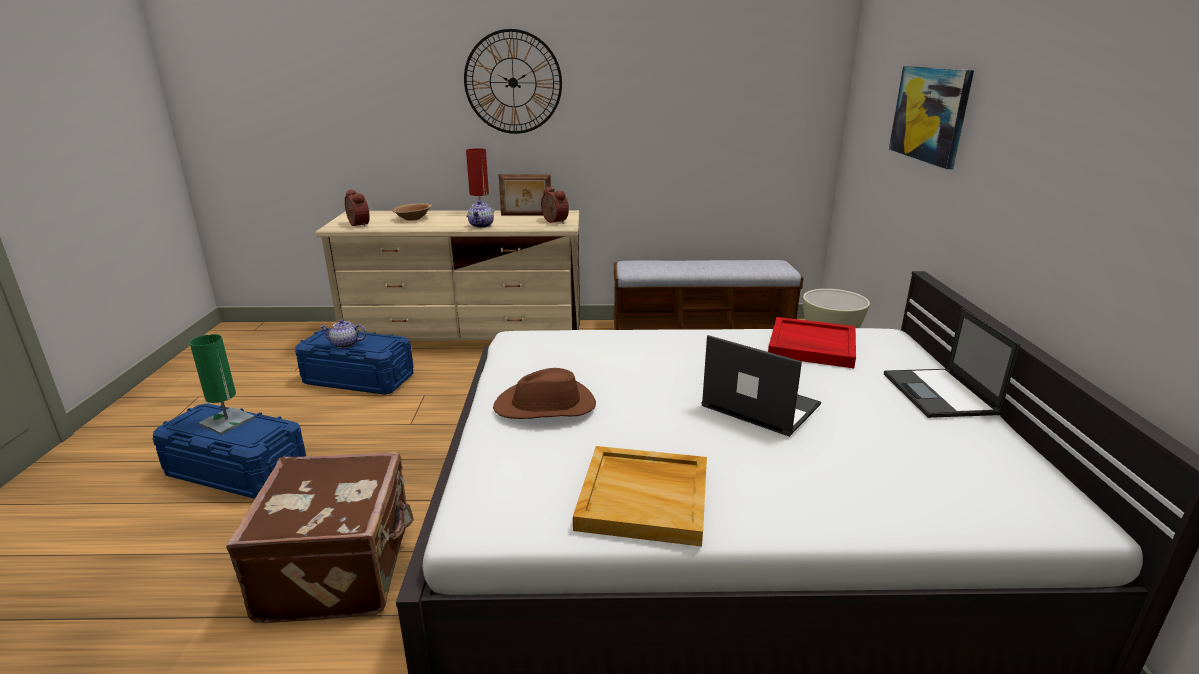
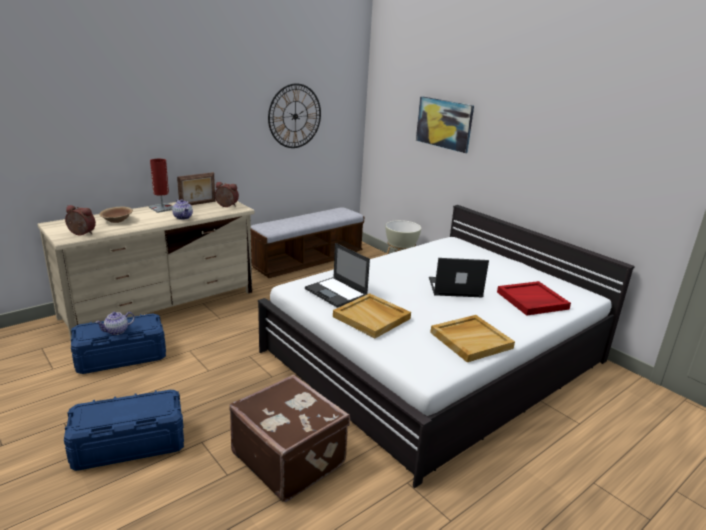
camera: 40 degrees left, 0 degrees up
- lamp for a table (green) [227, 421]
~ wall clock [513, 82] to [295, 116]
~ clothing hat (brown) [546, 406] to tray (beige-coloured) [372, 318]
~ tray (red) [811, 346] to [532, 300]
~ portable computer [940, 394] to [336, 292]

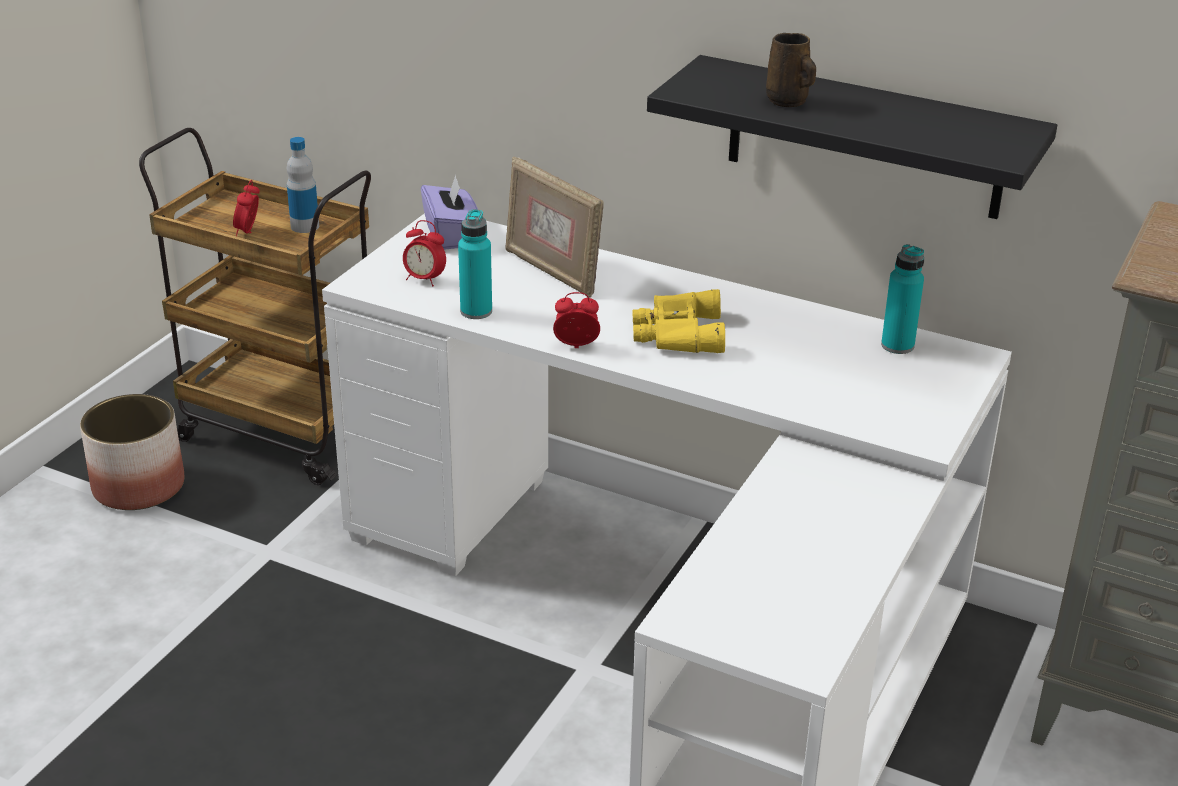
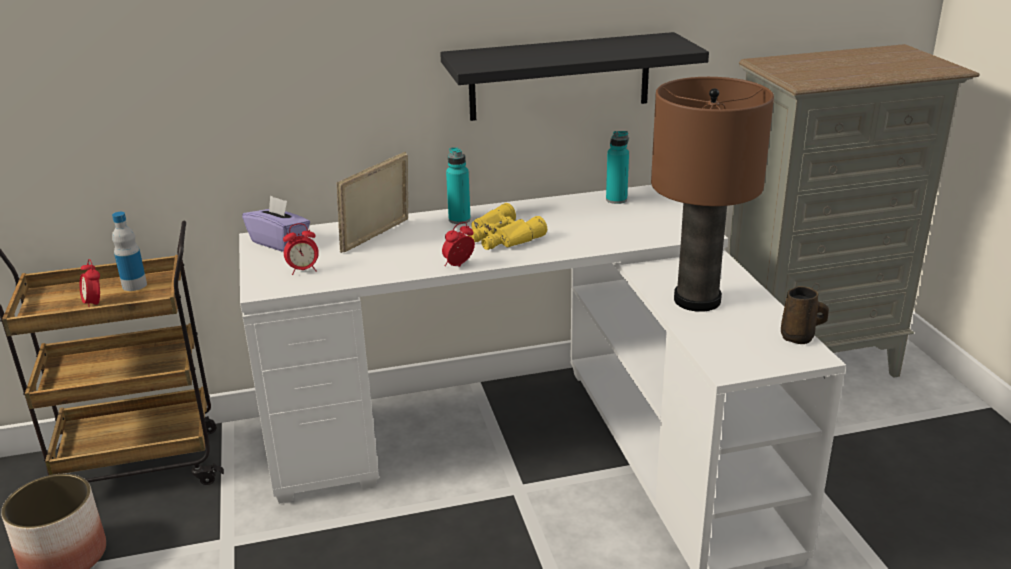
camera: 40 degrees left, 5 degrees down
~ bottle (blue-green) [476, 311] to [459, 220]
~ picture frame [552, 272] = [377, 236] 120 degrees clockwise
~ mug (brown) [788, 102] to [799, 337]
+ lamp for a table (brown) [698, 300]

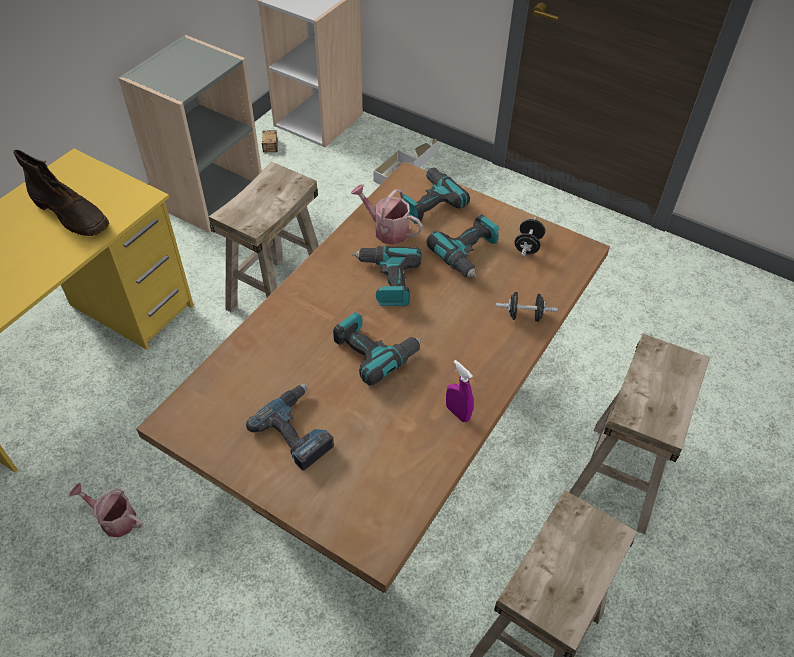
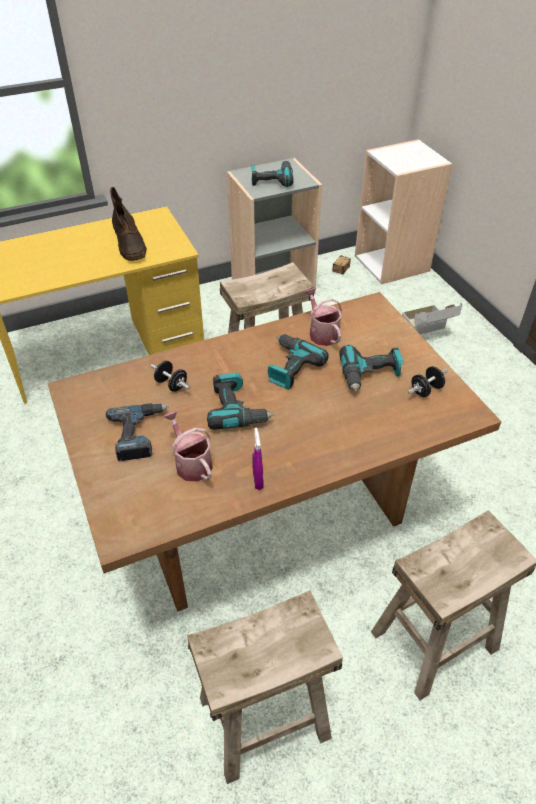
camera: 35 degrees right, 5 degrees down
~ watering pot [114, 519] to [191, 463]
~ electric drill [428, 202] to [272, 179]
~ hand weight (black-coloured) [524, 316] to [171, 384]

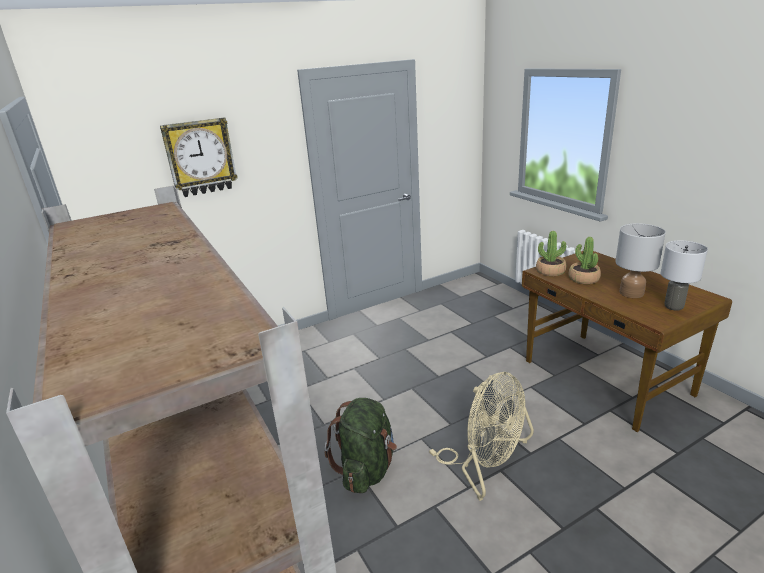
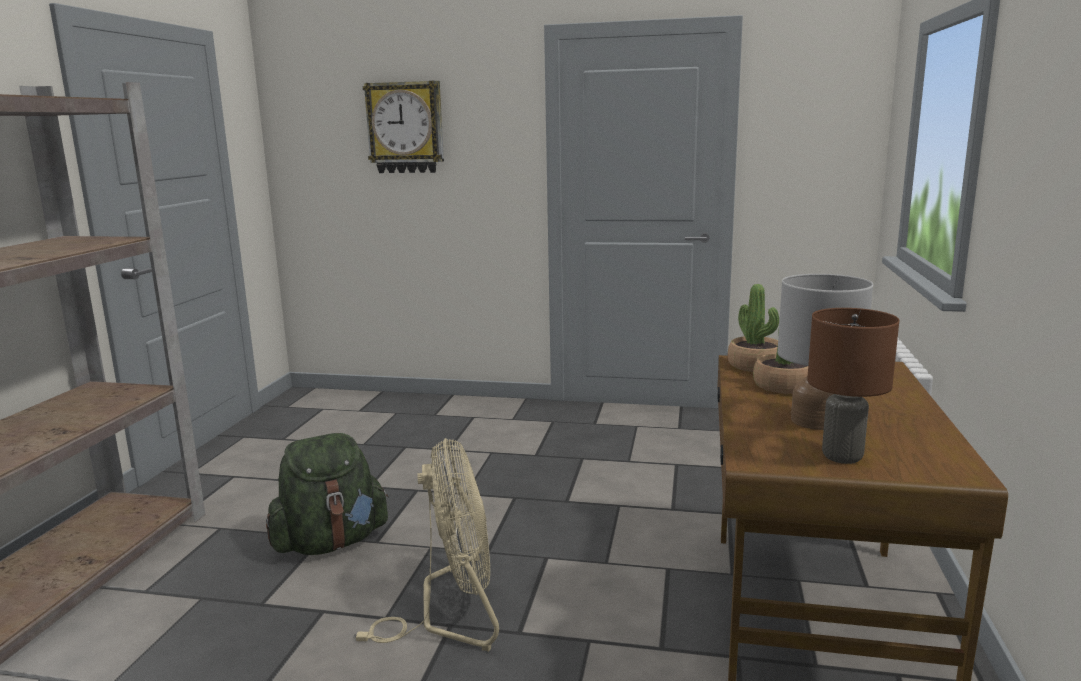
camera: 40 degrees right, 10 degrees down
~ fan (beige-coloured) [485, 462] = [449, 607] 90 degrees counterclockwise
~ lamp for a table (white) [674, 307] to lamp for a table (brown) [842, 458]

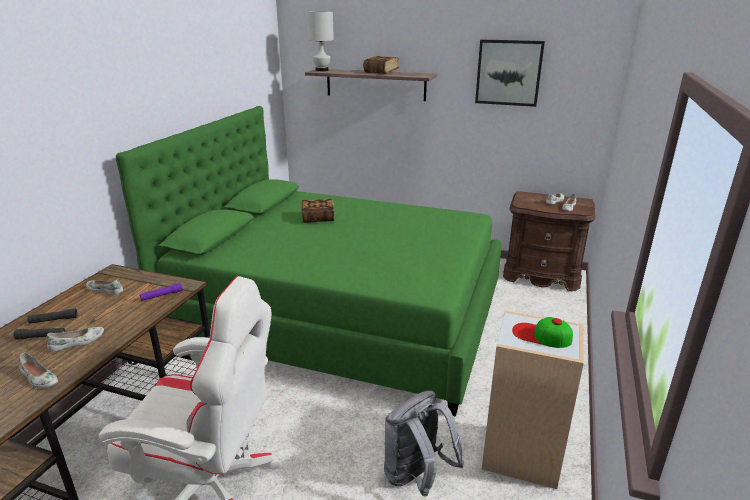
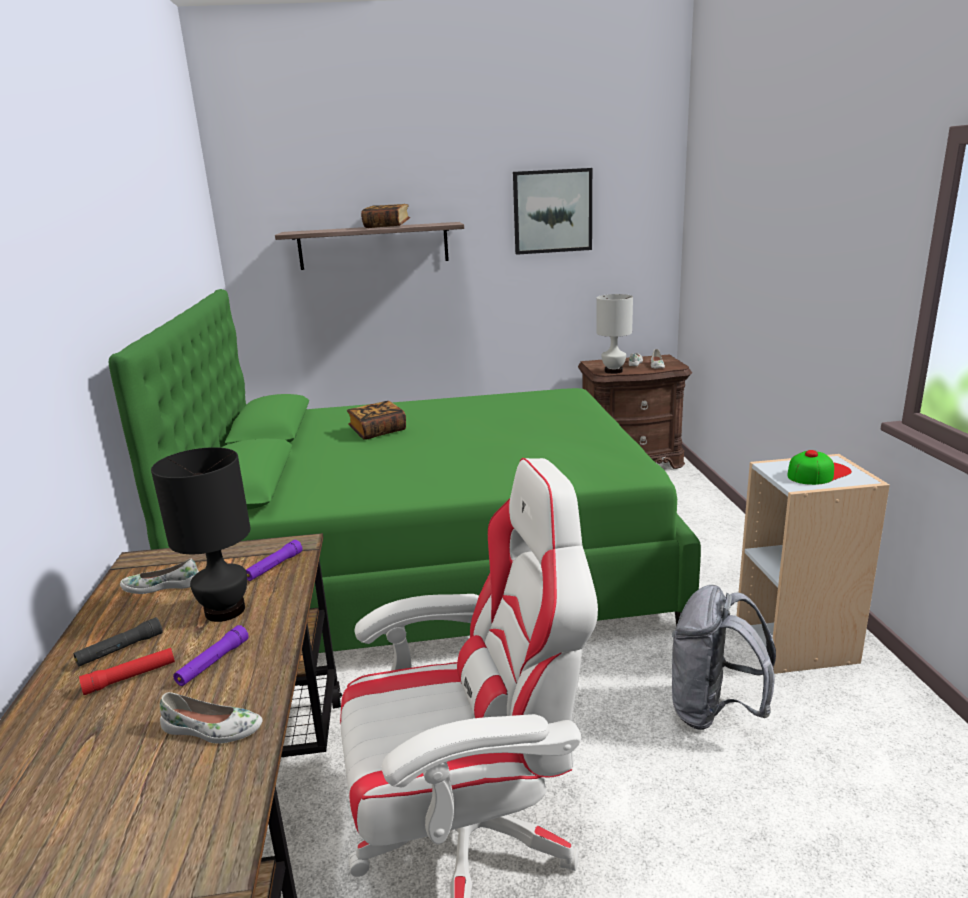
camera: 25 degrees left, 5 degrees down
~ flashlight (black-coloured) [41, 337] to flashlight (red) [130, 677]
~ shoe (white) [77, 342] to flashlight (purplish) [213, 662]
~ lamp for a table (white) [321, 70] to [613, 371]
~ baseball cap [541, 335] = [818, 473] 150 degrees clockwise
+ lamp for a table (black-coloured) [224, 611]

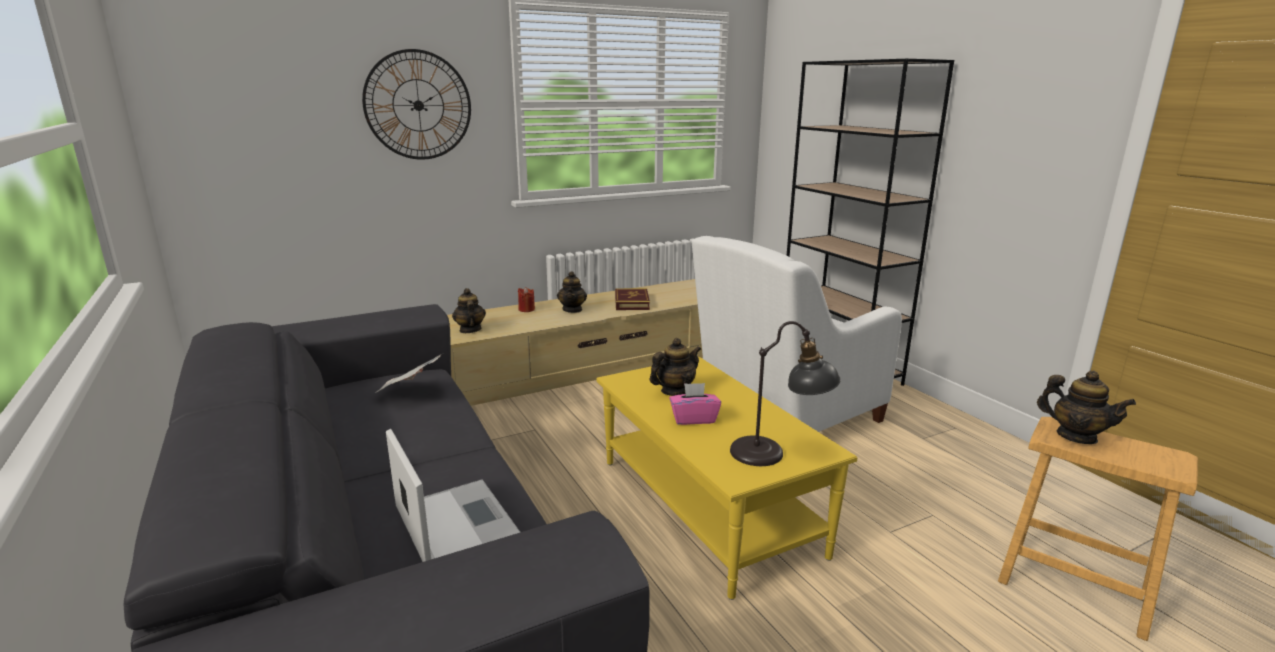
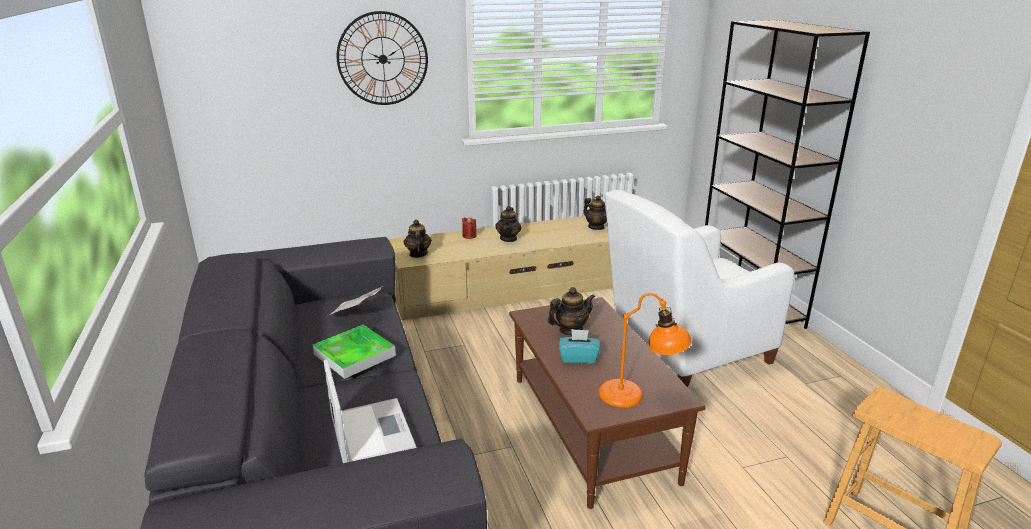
camera: 10 degrees right, 5 degrees up
~ lounge table (yellow-coloured) [706, 505] to lounge table (brown) [590, 427]
- volume [631, 302]
~ tissue box (pink) [693, 419] to tissue box (blue-green) [578, 358]
~ lamp for a table (grey) [779, 451] to lamp for a table (orange) [640, 394]
~ pot for tea [1076, 436] to [596, 227]
+ tray [354, 355]

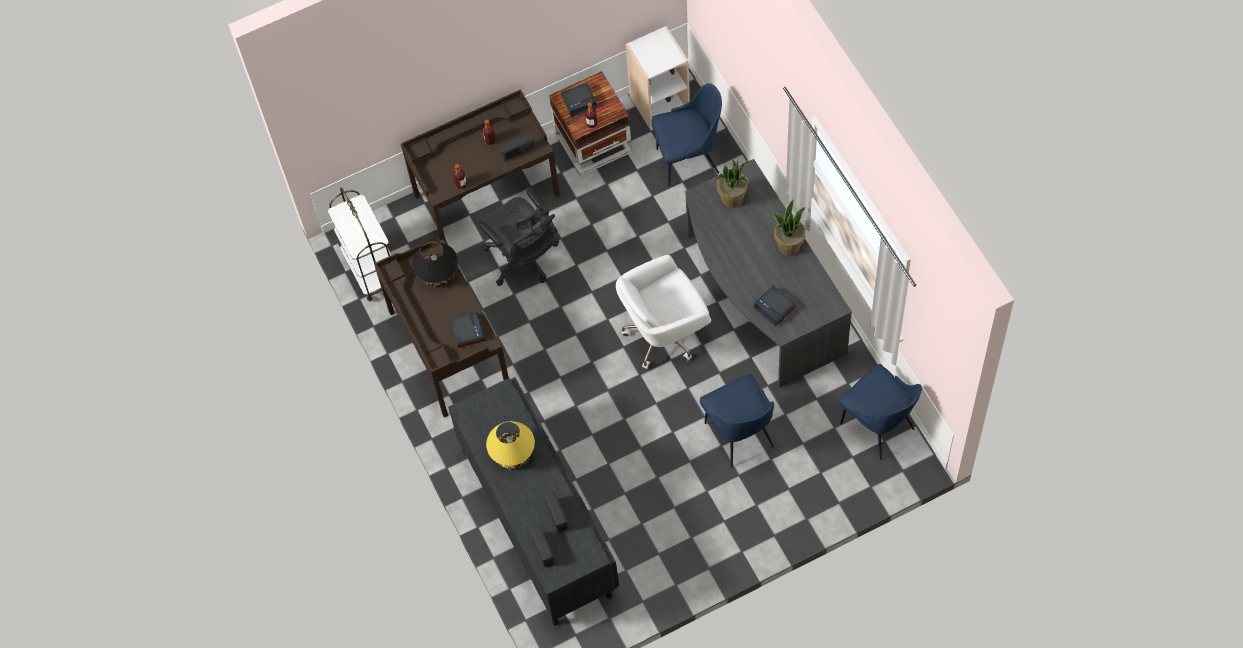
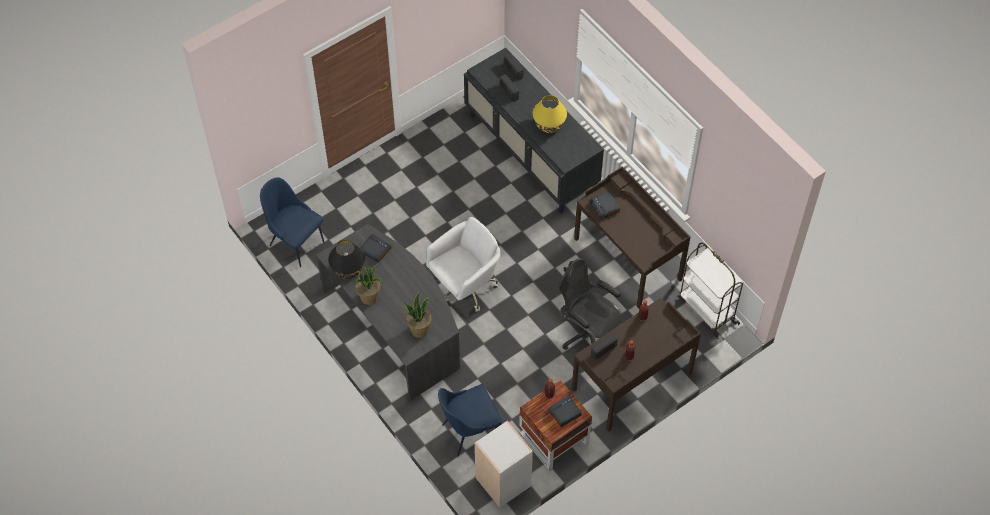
camera: 165 degrees right, 5 degrees down
~ lamp for a table (black-coloured) [437, 274] to [348, 269]
- chair (blue) [740, 435]

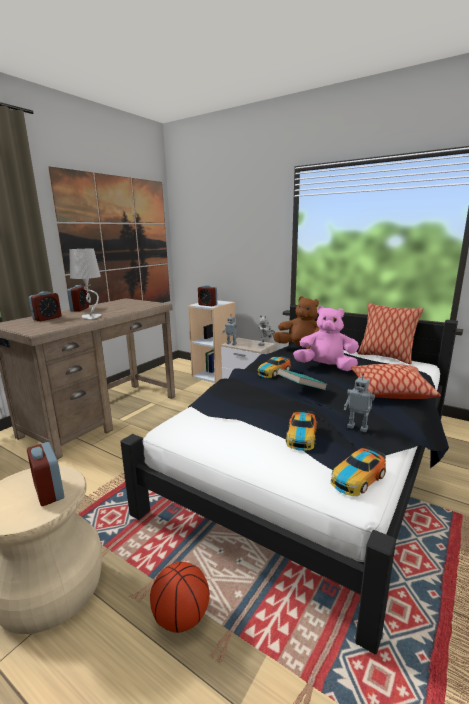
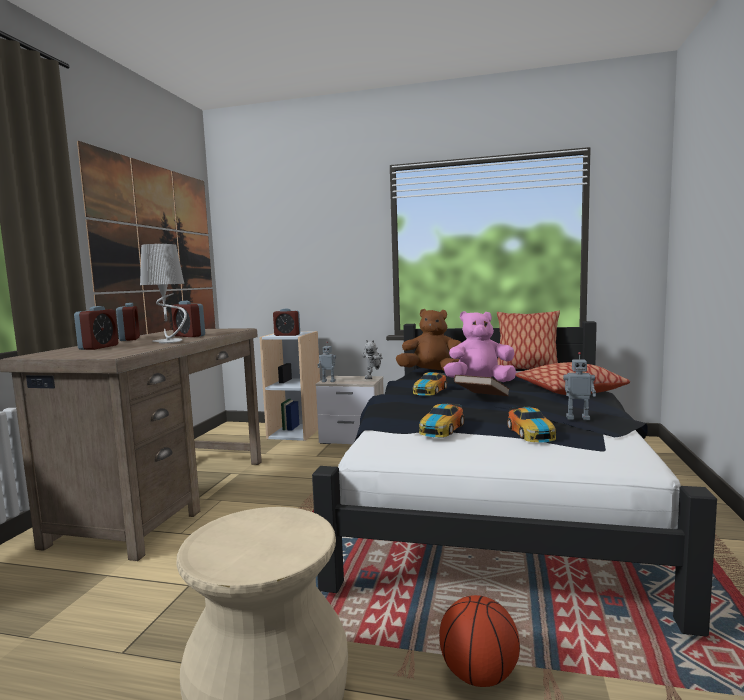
camera: 20 degrees left, 10 degrees down
~ bedside clock [49, 491] to [189, 336]
~ volume (blue-green) [301, 389] to volume (brown) [482, 398]
~ toy car [357, 478] to [441, 428]

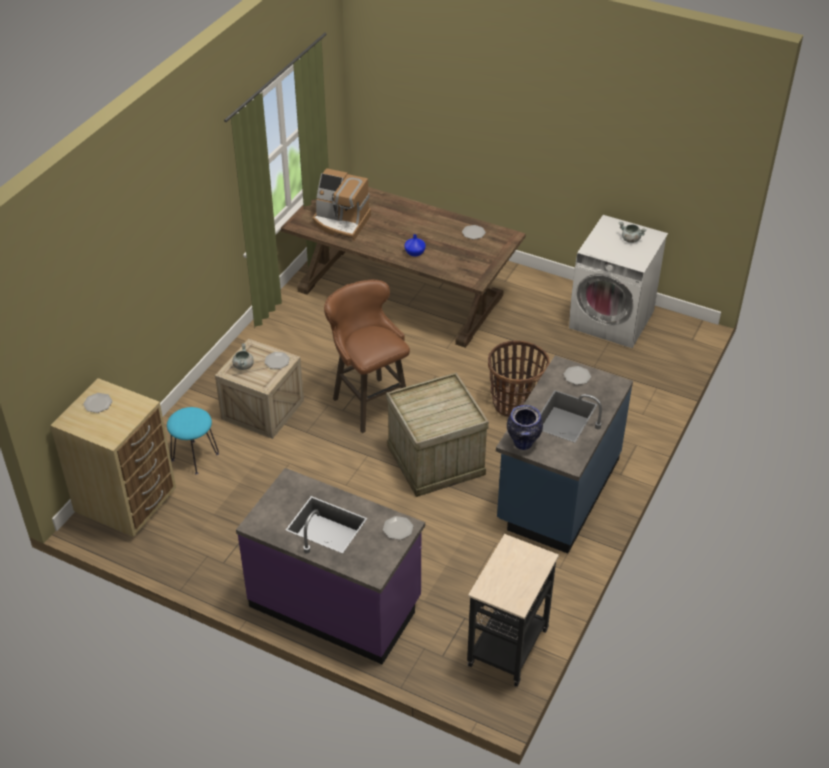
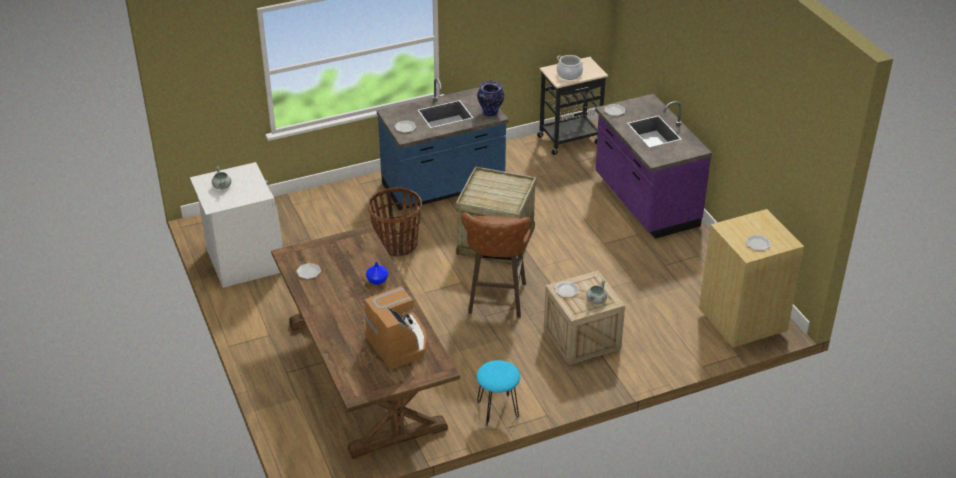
camera: 140 degrees left, 5 degrees down
~ sitting stool (blue-green) [194, 457] to [498, 410]
+ stockpot [569, 74]

